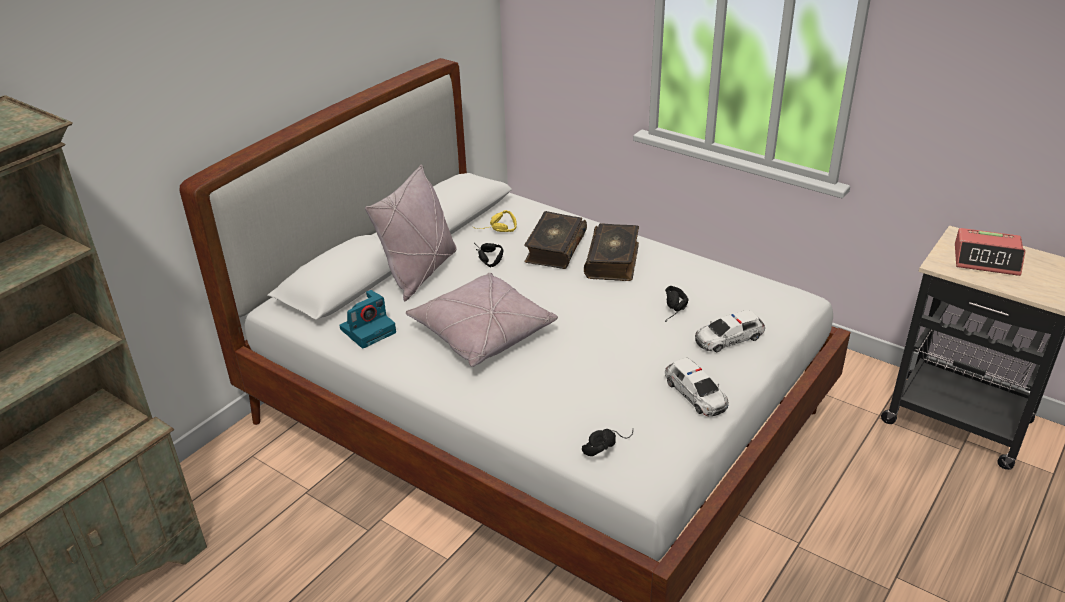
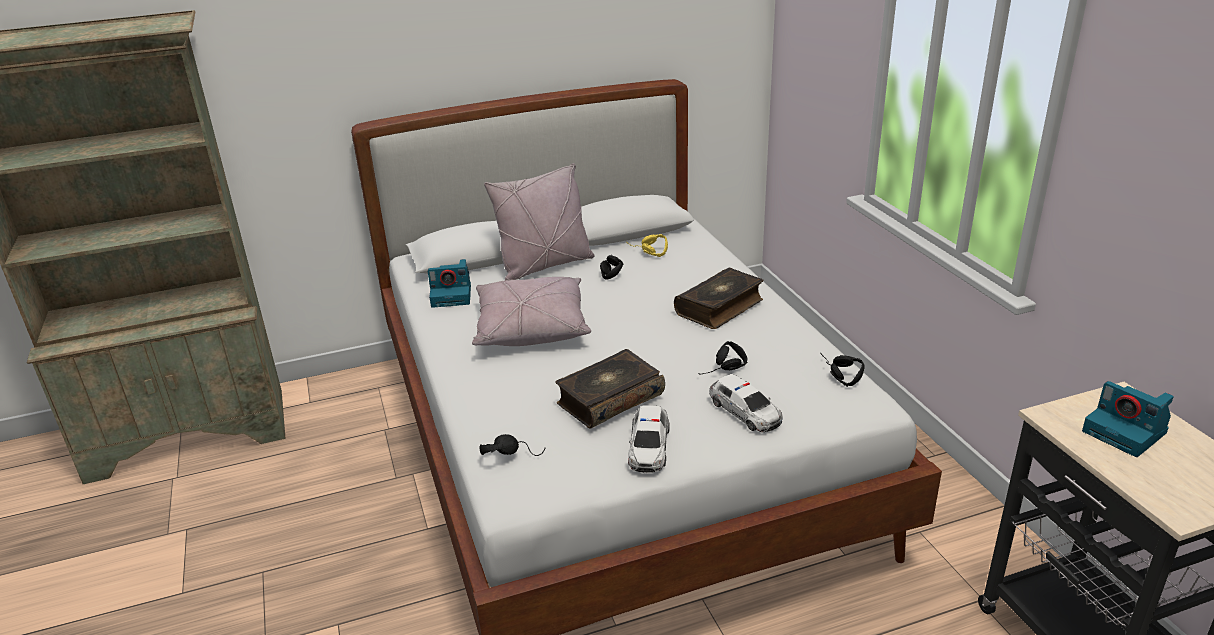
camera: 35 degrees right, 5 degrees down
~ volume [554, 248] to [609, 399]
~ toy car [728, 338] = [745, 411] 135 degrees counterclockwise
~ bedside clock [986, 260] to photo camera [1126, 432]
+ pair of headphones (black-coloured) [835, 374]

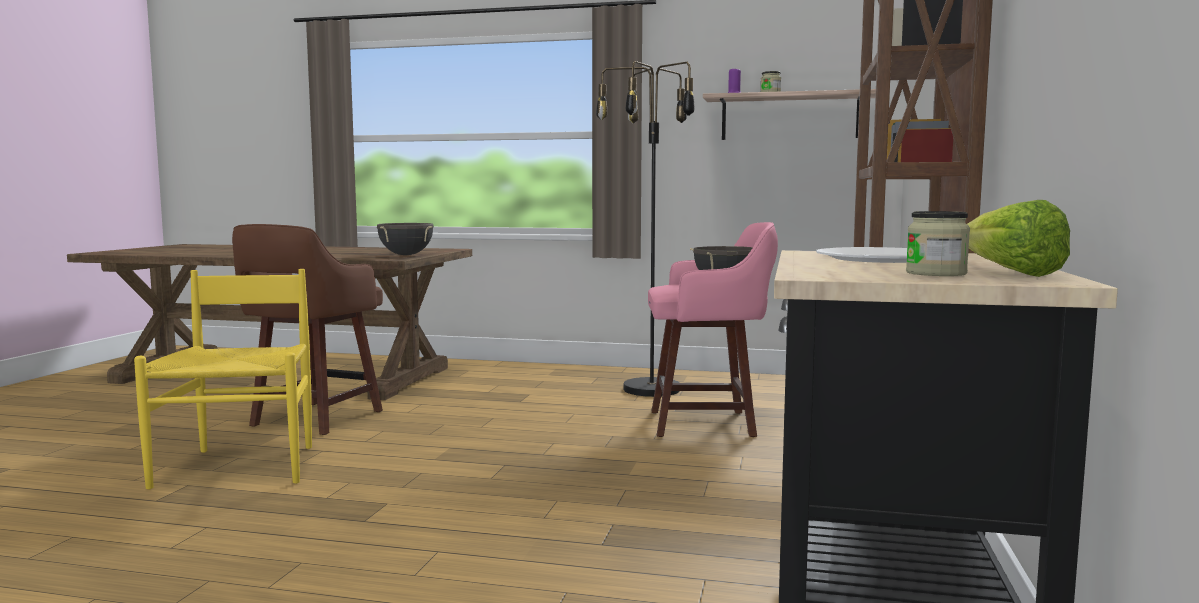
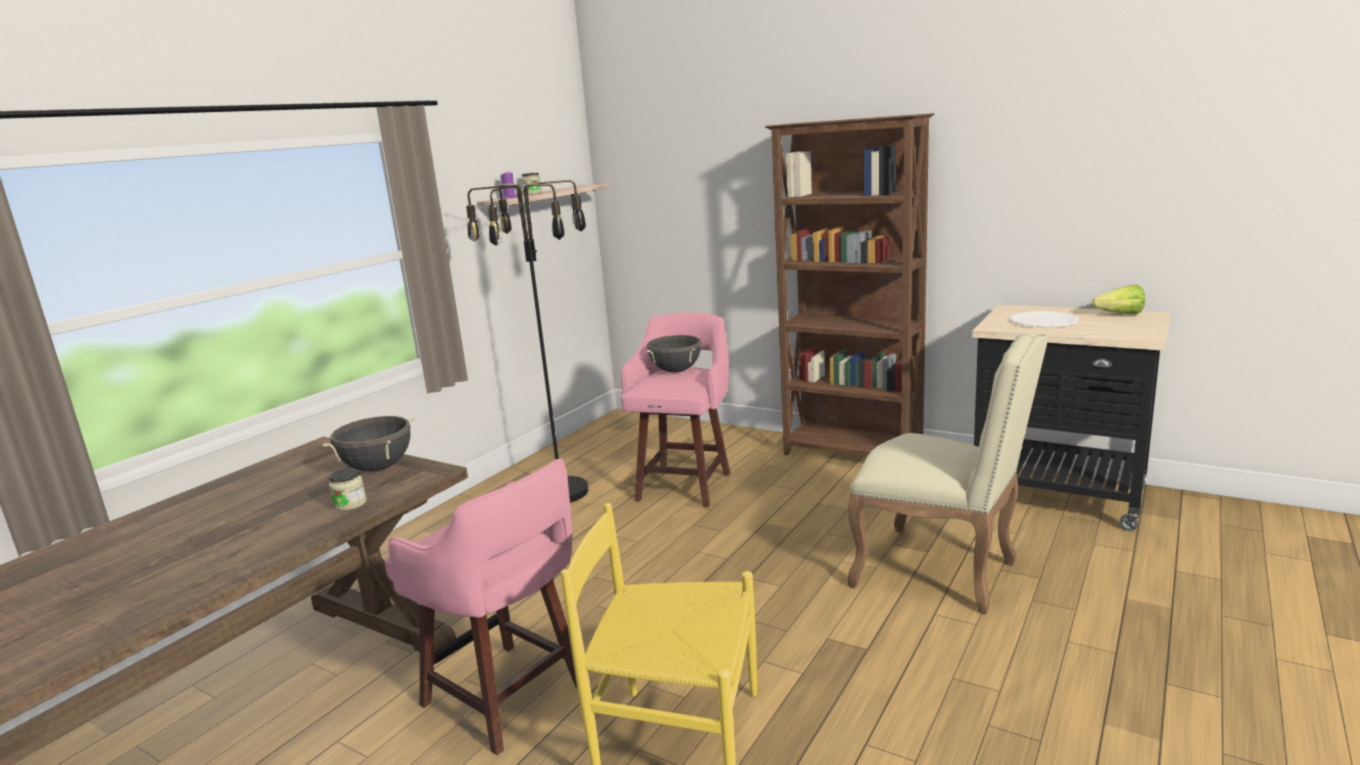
camera: 70 degrees left, 10 degrees up
~ sitting stool (brown) [313, 420] to sitting stool (pink) [508, 699]
~ jar [936, 273] to [350, 504]
+ chair (beige-coloured) [939, 572]

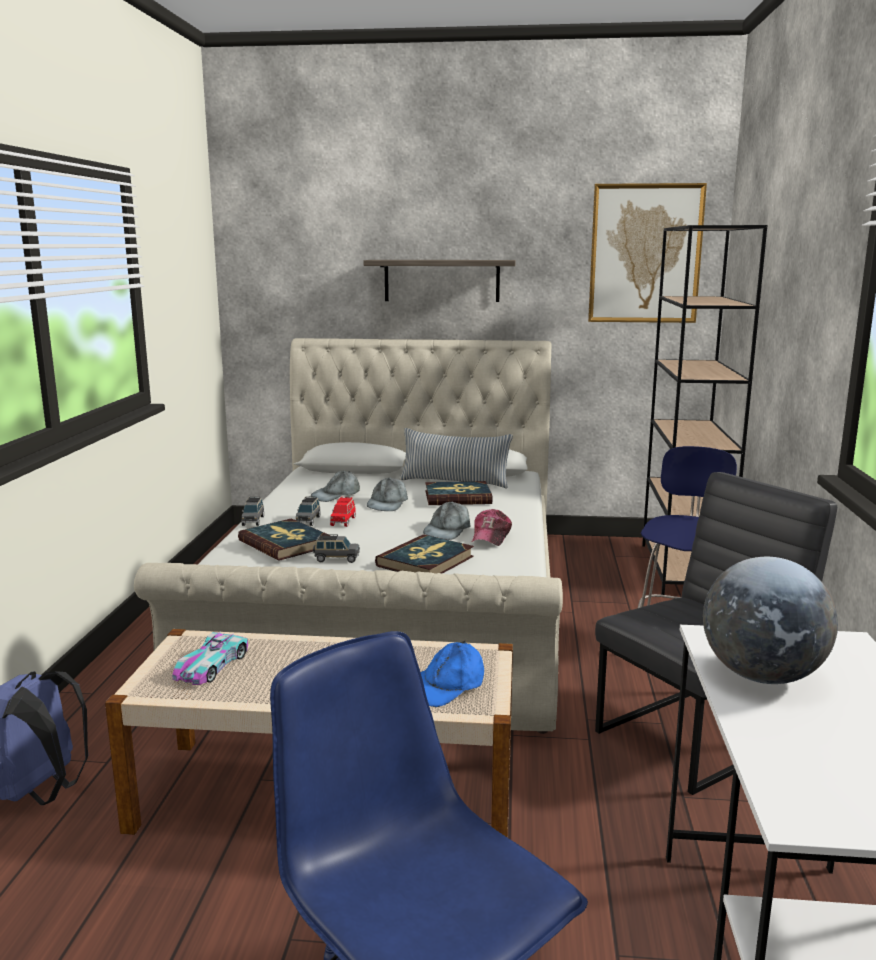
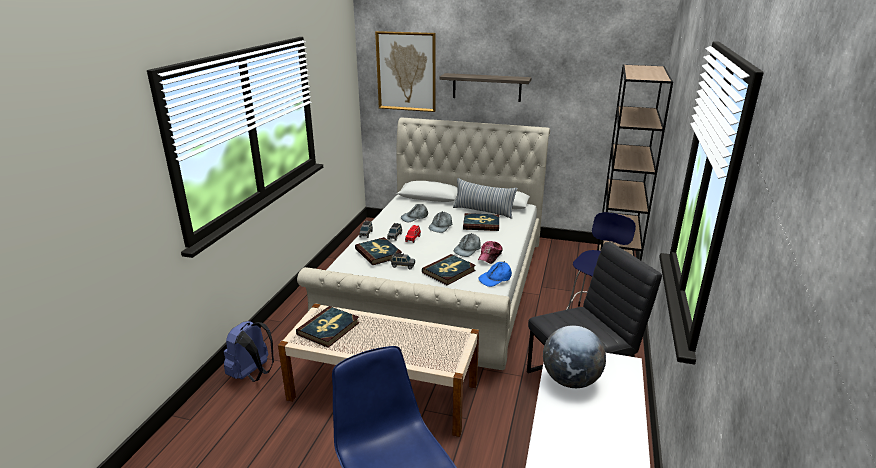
camera: 10 degrees right, 10 degrees up
~ toy car [212, 666] to volume [329, 328]
~ baseball cap (blue) [447, 685] to [495, 278]
~ wall picture [645, 254] to [406, 71]

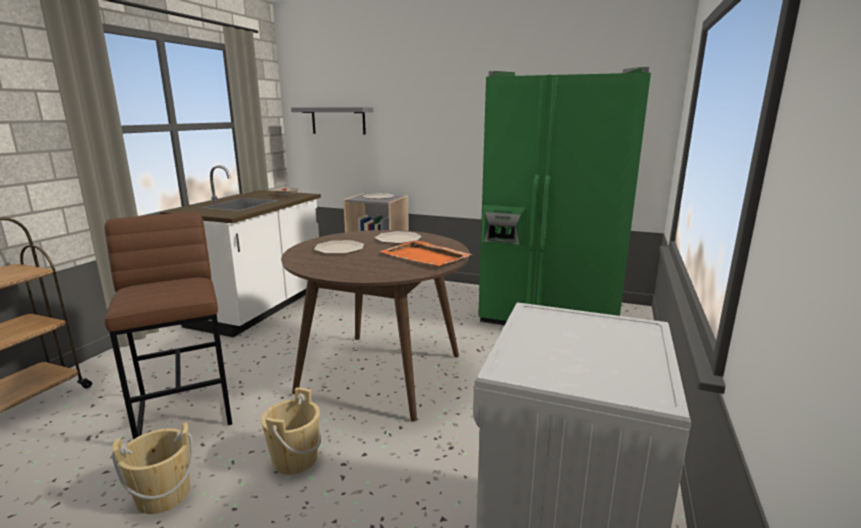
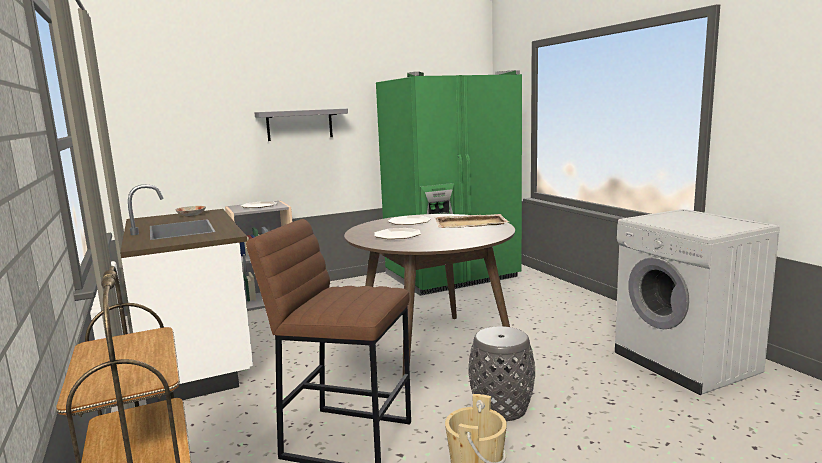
camera: 45 degrees left, 5 degrees down
~ water bucket (beige-coloured) [295, 459] to sitting stool (grey) [501, 408]
~ bracket shelf (grey) [338, 120] to [299, 124]
~ tray (orange) [425, 257] to tray (beige-coloured) [471, 224]

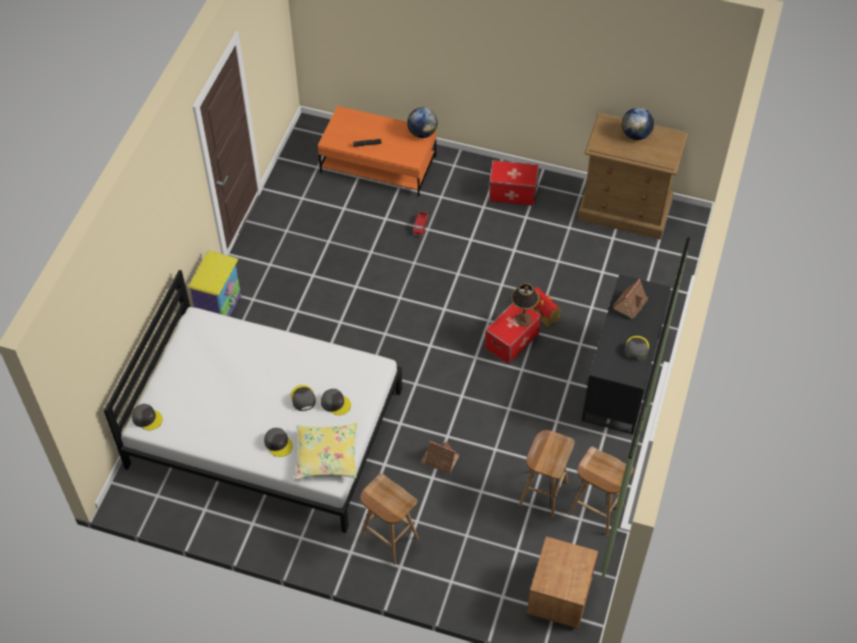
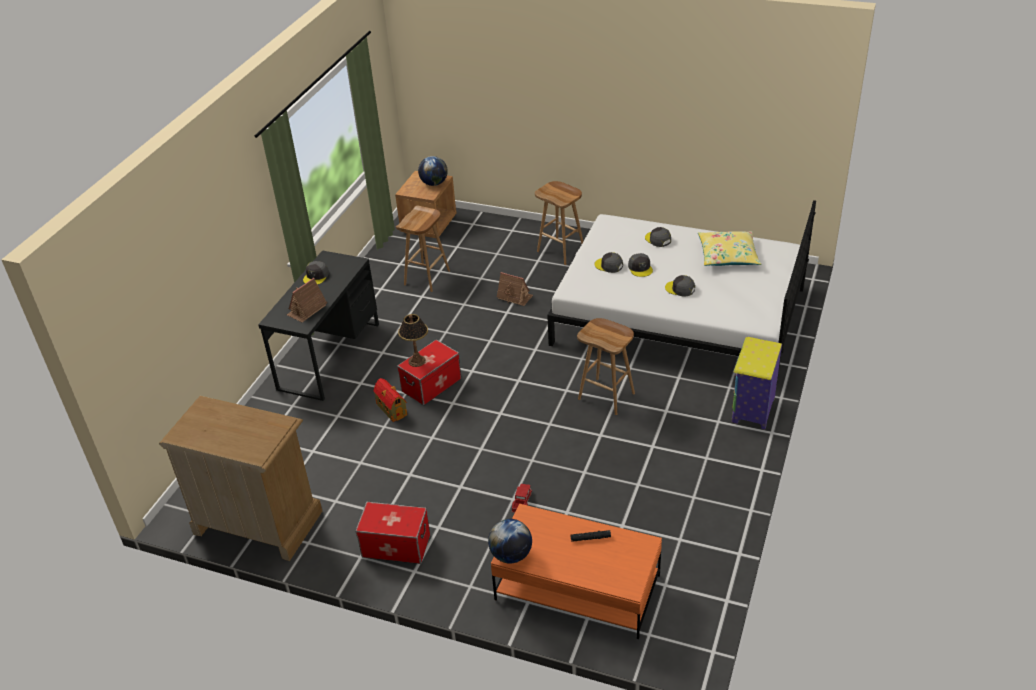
camera: 175 degrees left, 15 degrees down
~ baseball cap (grey) [147, 418] to [680, 289]
~ cushion (yellow-coloured) [326, 456] to [728, 255]
~ sitting stool (brown) [595, 510] to [607, 396]
~ desk globe [635, 135] to [434, 183]

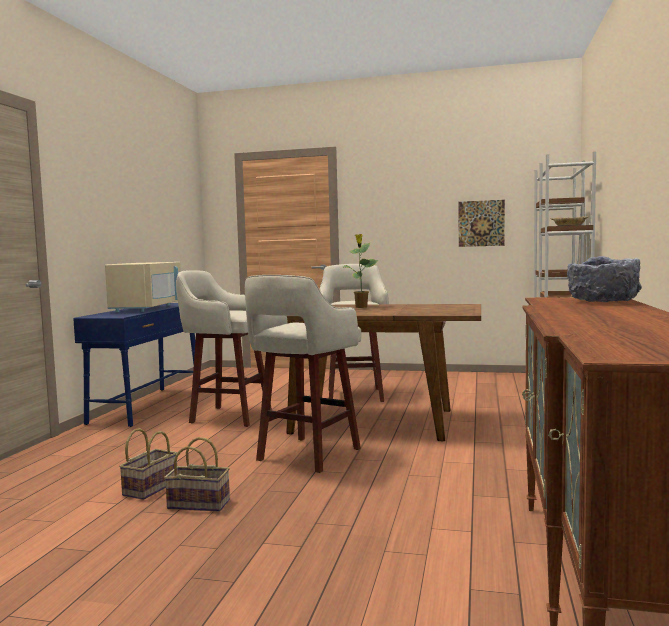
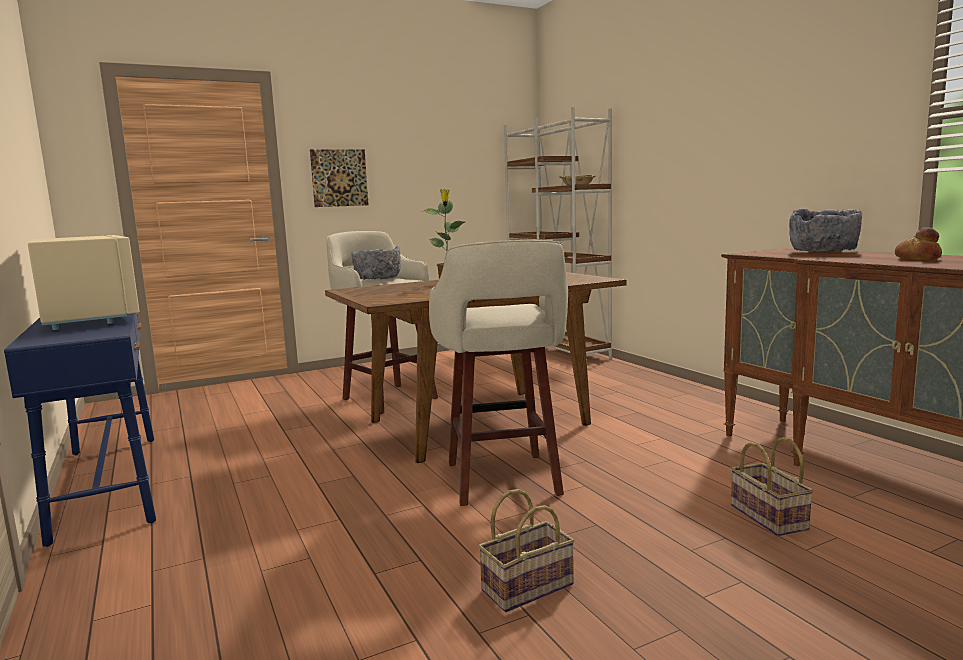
camera: 40 degrees left, 5 degrees up
~ storage basket [150, 487] to [765, 516]
- sitting stool (beige-coloured) [228, 416]
~ wall picture [481, 223] to [339, 178]
+ deep dish (grey) [377, 279]
+ baked bread [917, 259]

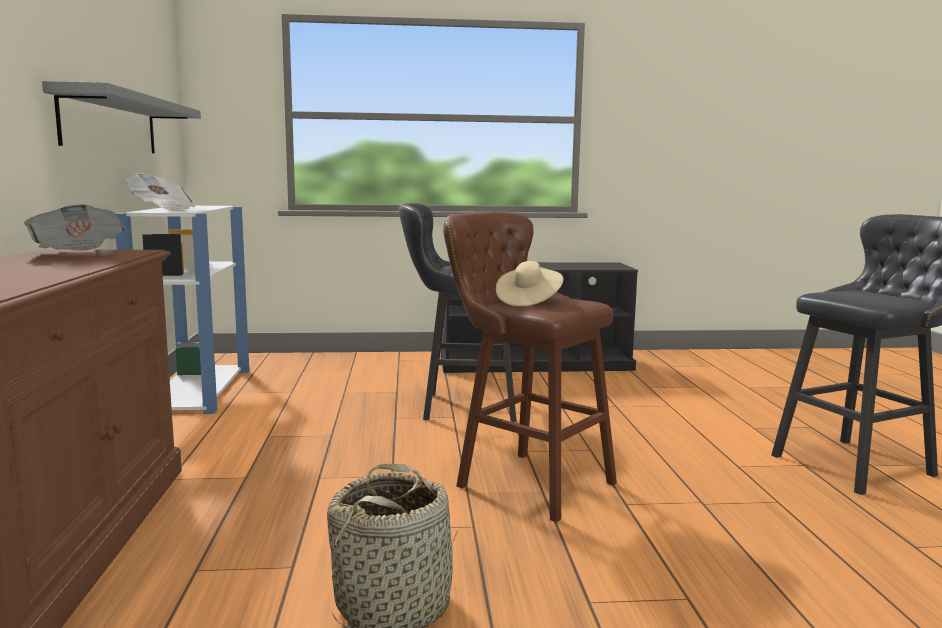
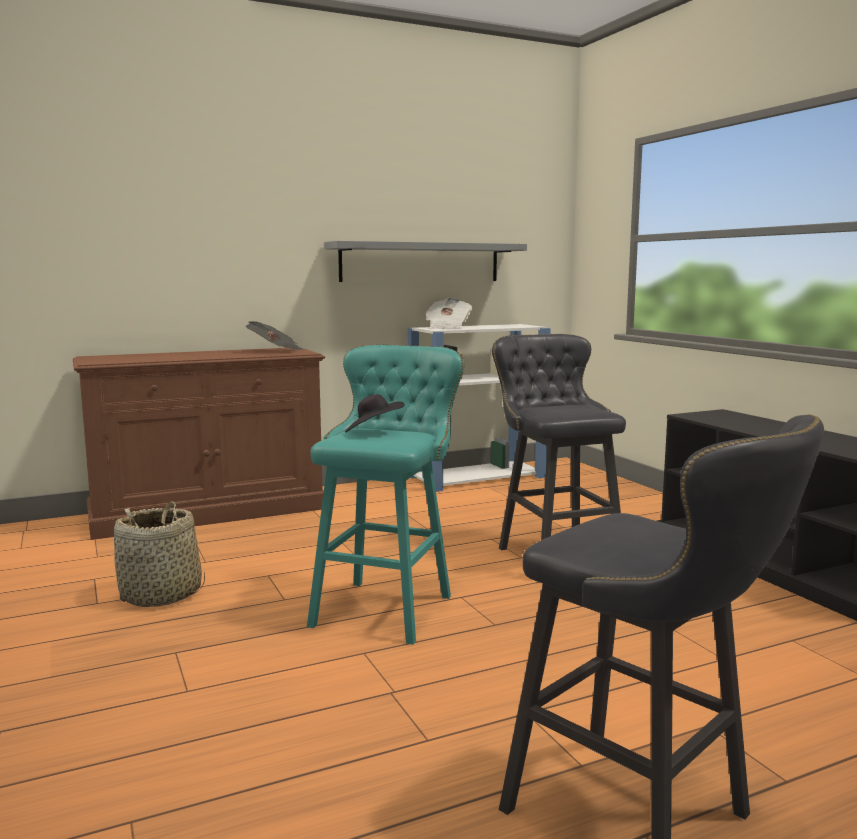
camera: 70 degrees right, 0 degrees up
~ sitting stool (brown) [521, 479] to sitting stool (blue-green) [389, 603]
~ clothing hat (beige-coloured) [528, 301] to clothing hat (black-coloured) [373, 432]

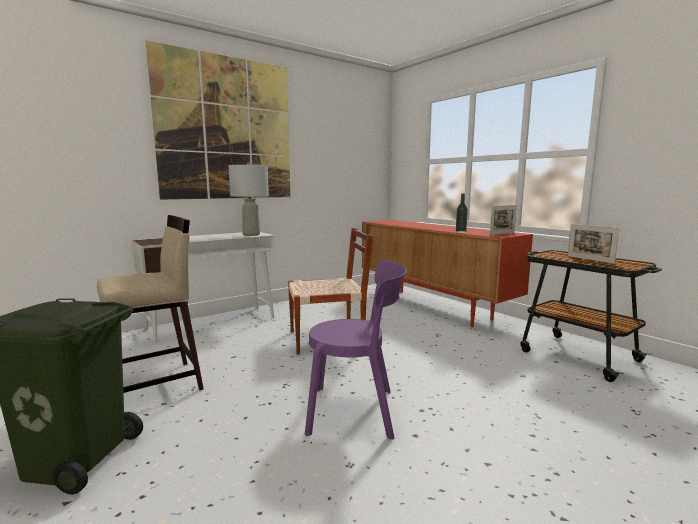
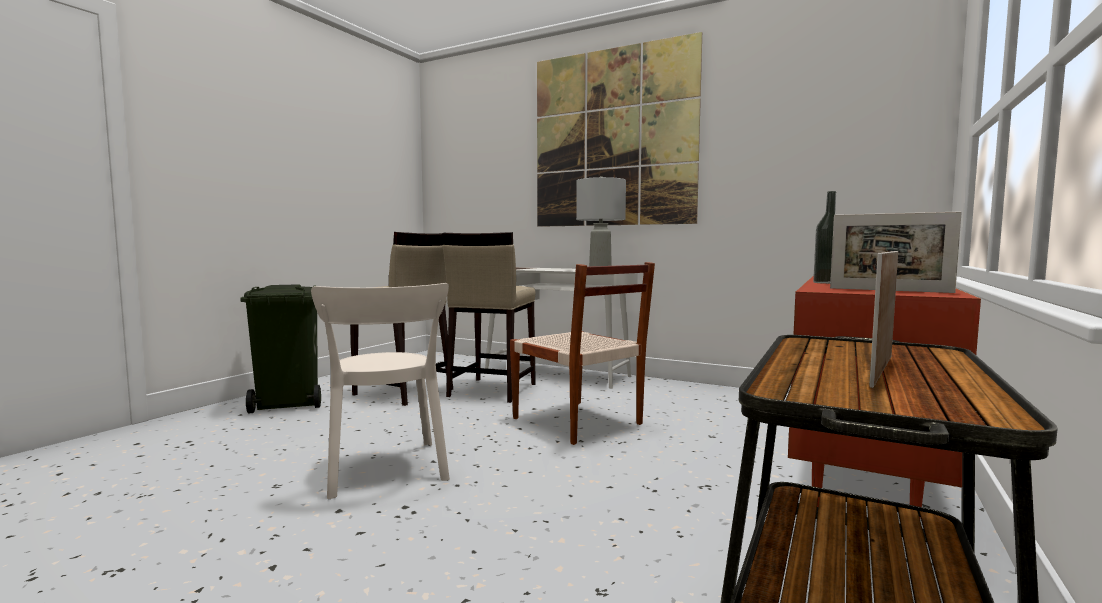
camera: 65 degrees right, 5 degrees down
~ chair (purplish) [357, 411] to chair (beige-coloured) [386, 471]
+ sitting stool (beige-coloured) [491, 390]

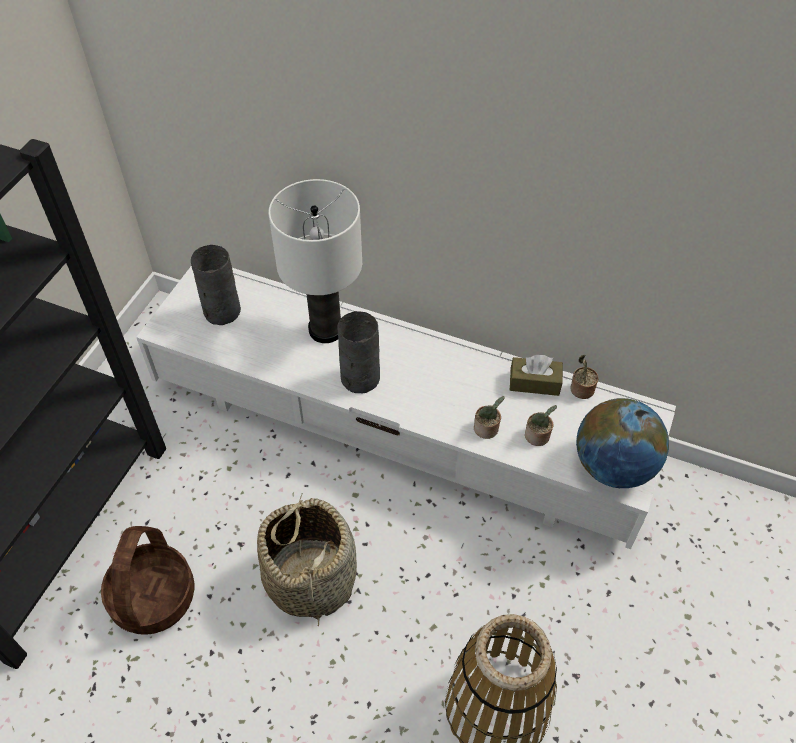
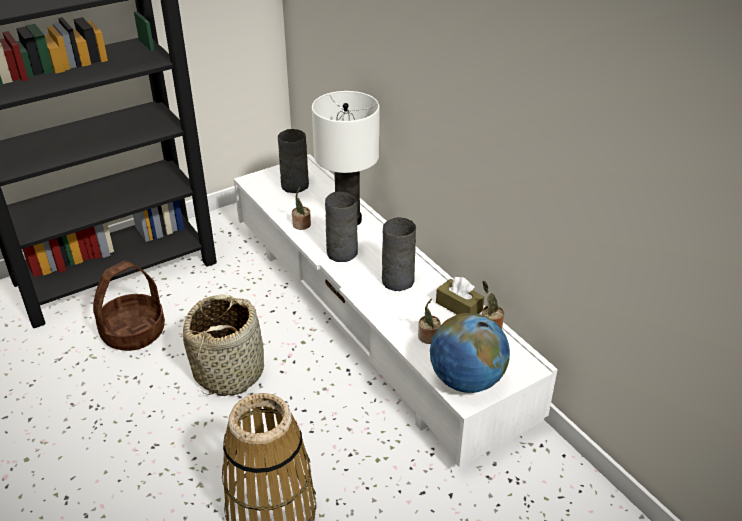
camera: 35 degrees right, 15 degrees down
~ plant in a pot [487, 429] to [301, 225]
+ decorative vase (grey) [397, 280]

